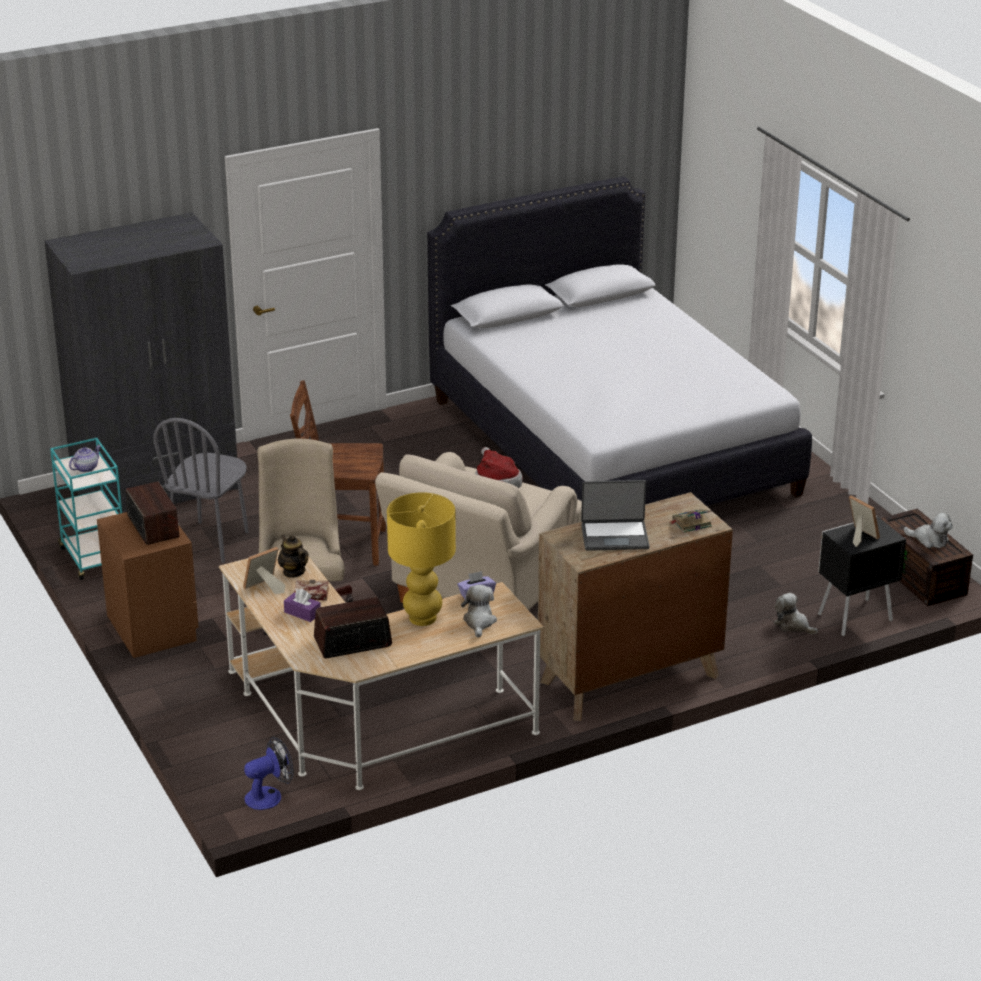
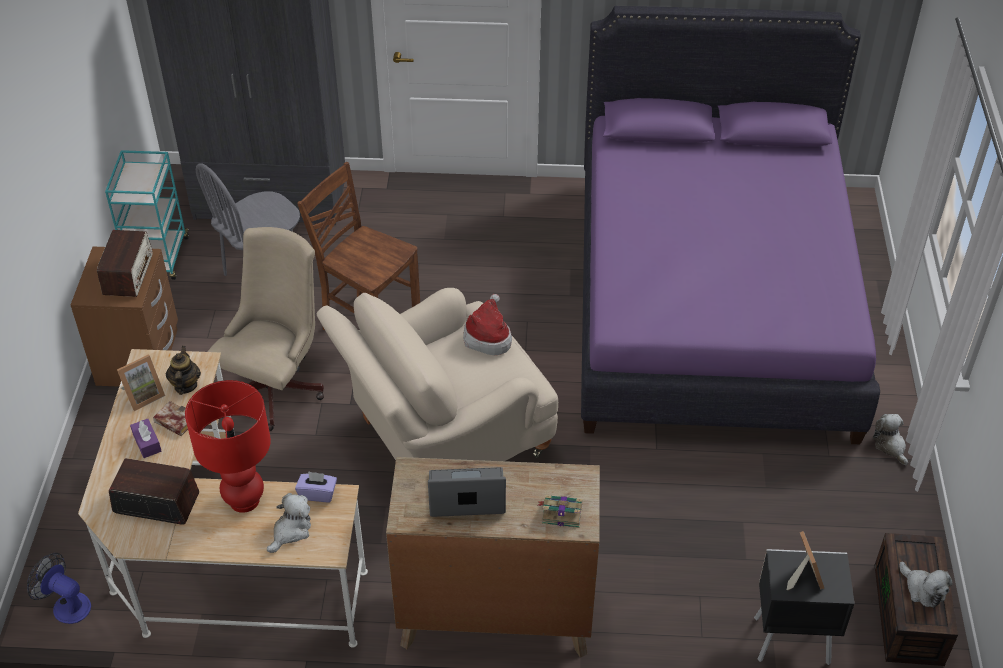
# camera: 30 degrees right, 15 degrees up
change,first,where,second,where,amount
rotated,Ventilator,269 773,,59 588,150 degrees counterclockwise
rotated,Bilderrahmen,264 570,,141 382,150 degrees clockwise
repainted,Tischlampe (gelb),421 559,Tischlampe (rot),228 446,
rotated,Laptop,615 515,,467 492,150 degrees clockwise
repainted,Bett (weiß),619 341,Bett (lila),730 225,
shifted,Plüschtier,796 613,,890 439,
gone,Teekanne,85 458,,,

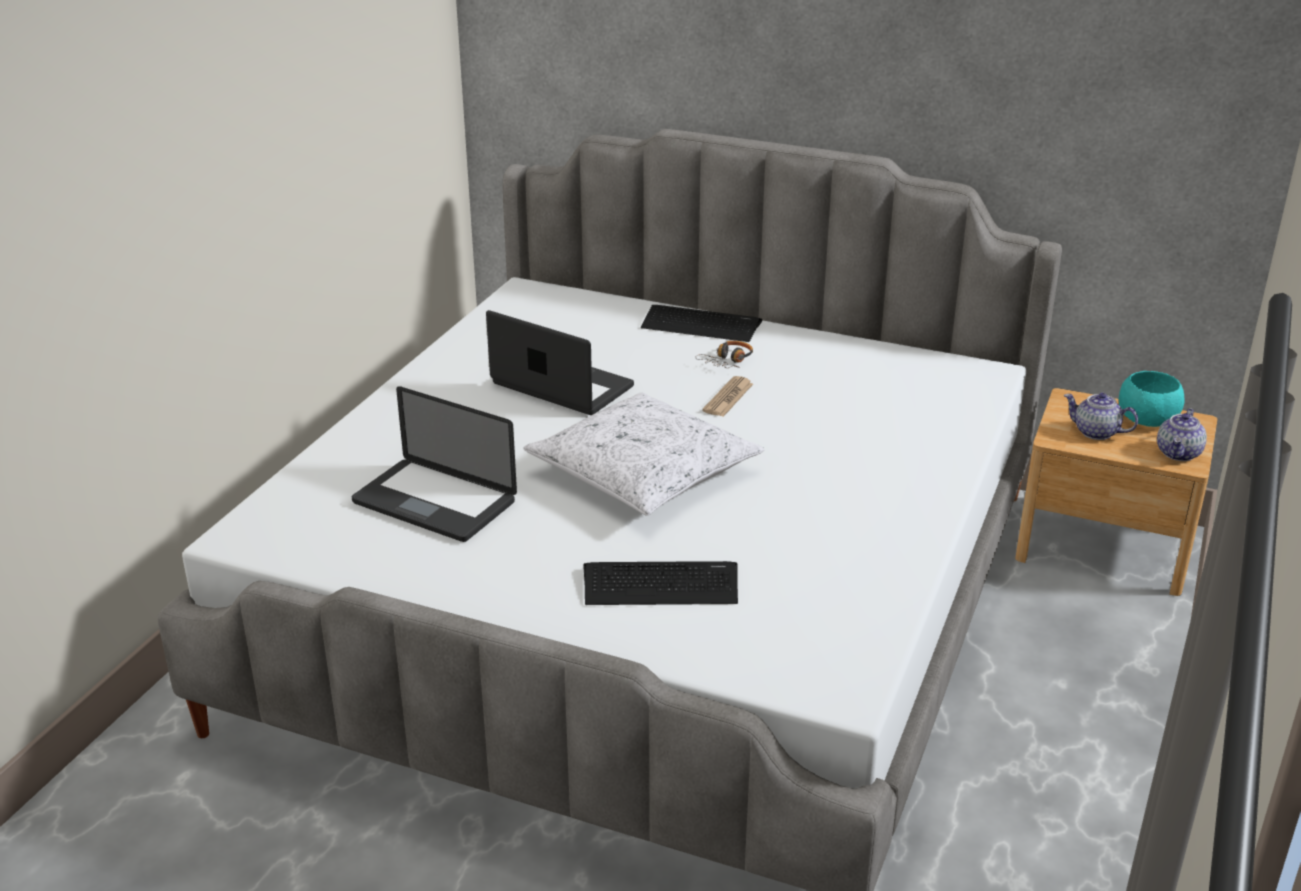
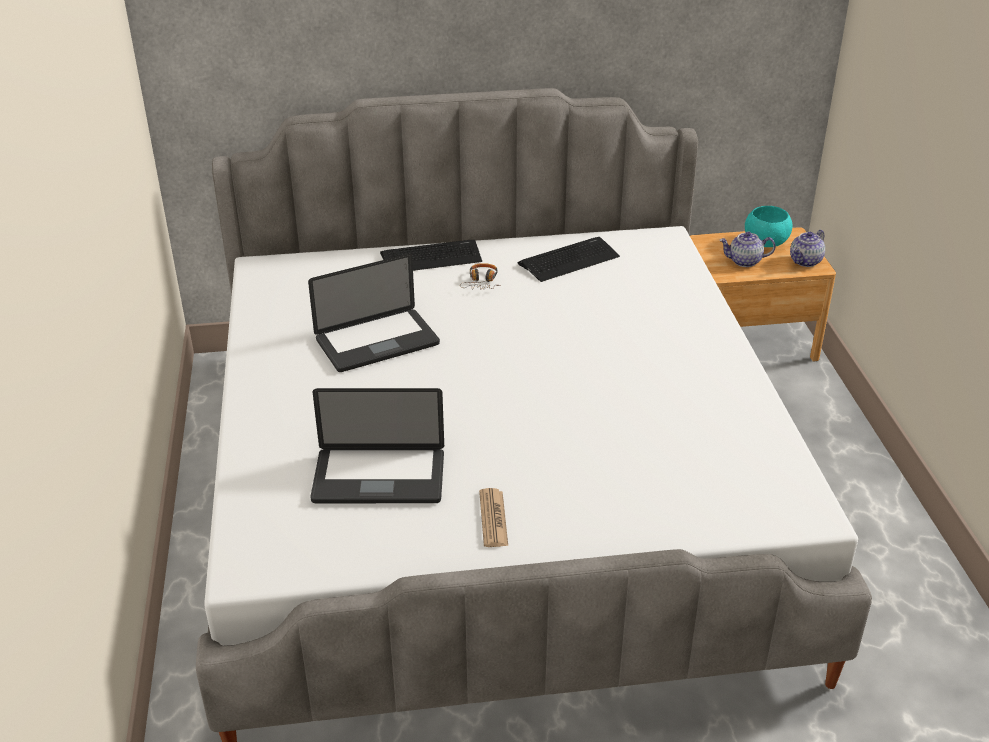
# camera: 30 degrees left, 5 degrees up
change,first,where,second,where,amount
rotated,Laptop,560 362,,374 313,150 degrees clockwise
shifted,Zeitung,727 396,,493 517,
shifted,Tastatur,660 583,,569 259,
rotated,Teekanne,1182 434,,807 248,45 degrees clockwise
gone,Kissen (weiß),644 454,,,

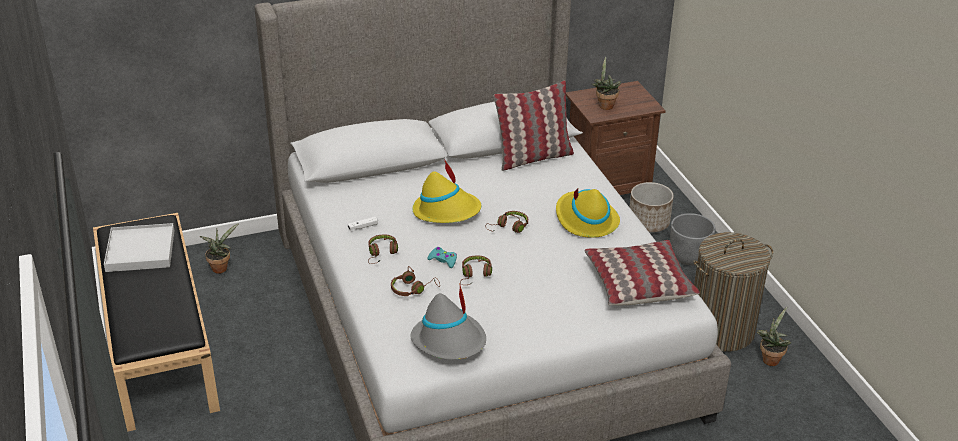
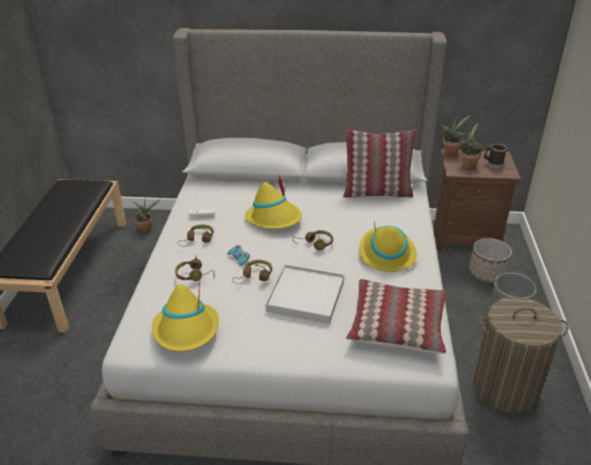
# camera: 25 degrees right, 0 degrees up
change,first,where,second,where,amount
repainted,Hut (grau),448 321,Hut (gelb),185 316,
shifted,Tablett (weiß),139 247,,304 294,
shifted,Topfpflanze,774 336,,455 135,
new,,,Henkelbecher,495 156,

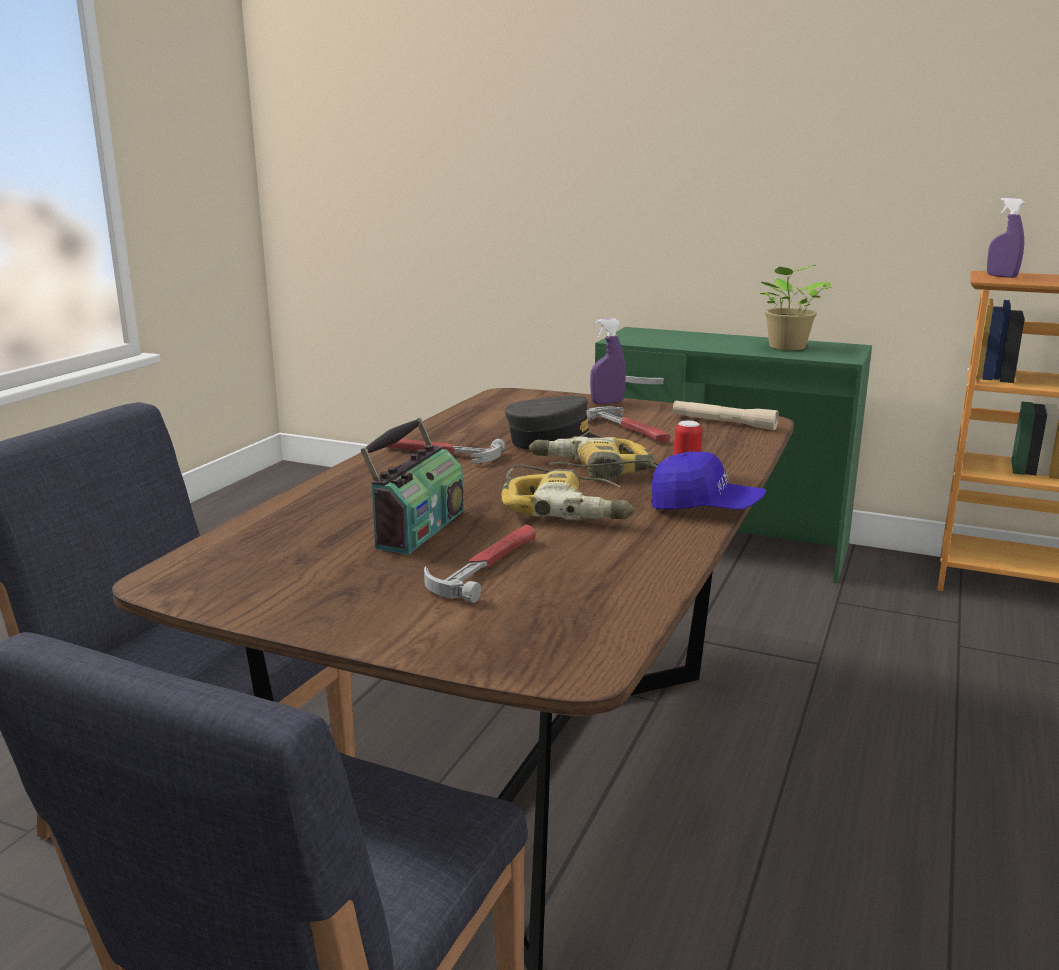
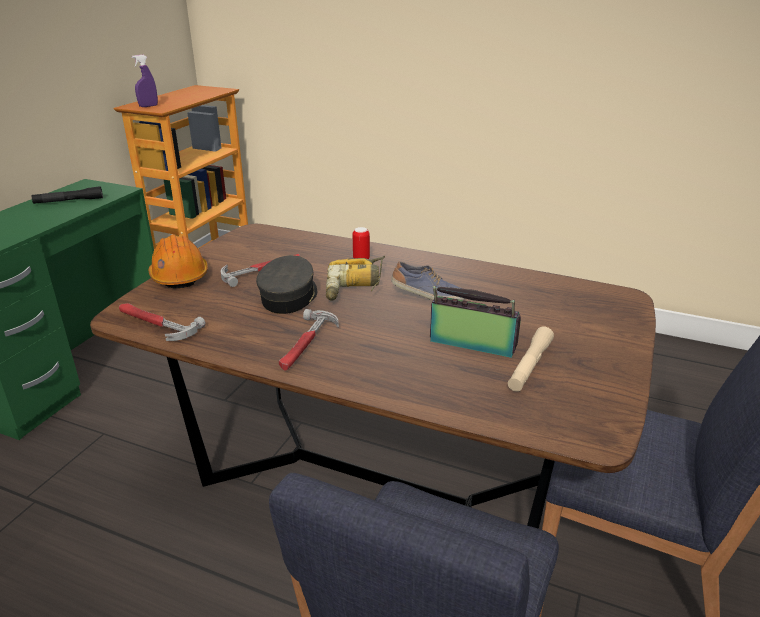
# camera: 90 degrees left, 10 degrees up
change,first,where,second,where,amount
swapped,Topfpflanze,795 308,Taschenlampe (schwarz),67 195,
shifted,Hammer,480 564,,162 322,
swapped,Sprühflasche (lila),608 361,Schutzhelm (orange),178 262,
swapped,Bohrmaschine,568 493,Schuh,428 280,
shifted,Taschenlampe (beige),726 415,,531 359,
gone,Kappe (blau),708 480,,,

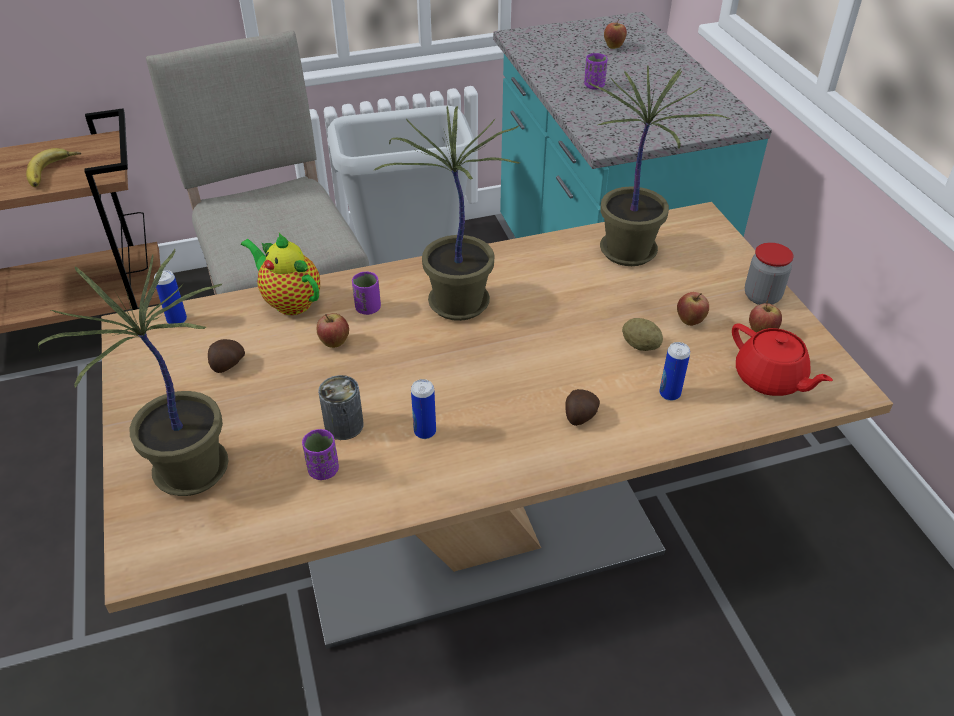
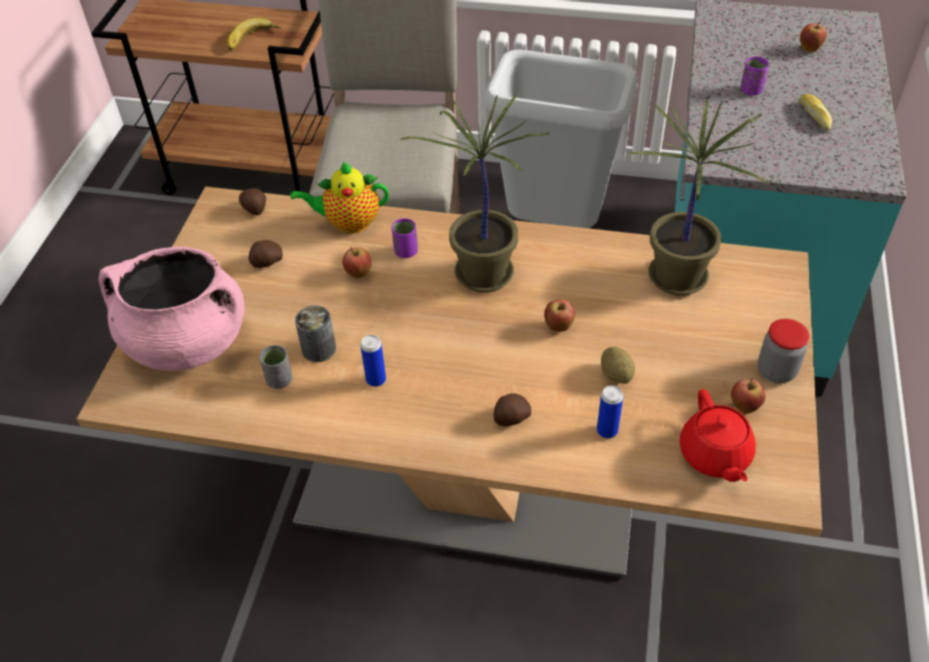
# camera: 30 degrees right, 5 degrees up
change,first,where,second,where,amount
swapped,Topfpflanze,133 372,Kochtopf (rosa),171 308,
swapped,Dose,170 297,Kartoffel,252 201,
repainted,Tasse (lila),320 454,Tasse (grau),276 367,
rotated,Teekanne,280 274,,339 197,75 degrees counterclockwise
shifted,Apfel,693 309,,559 316,
new,,,Brot,815 112,

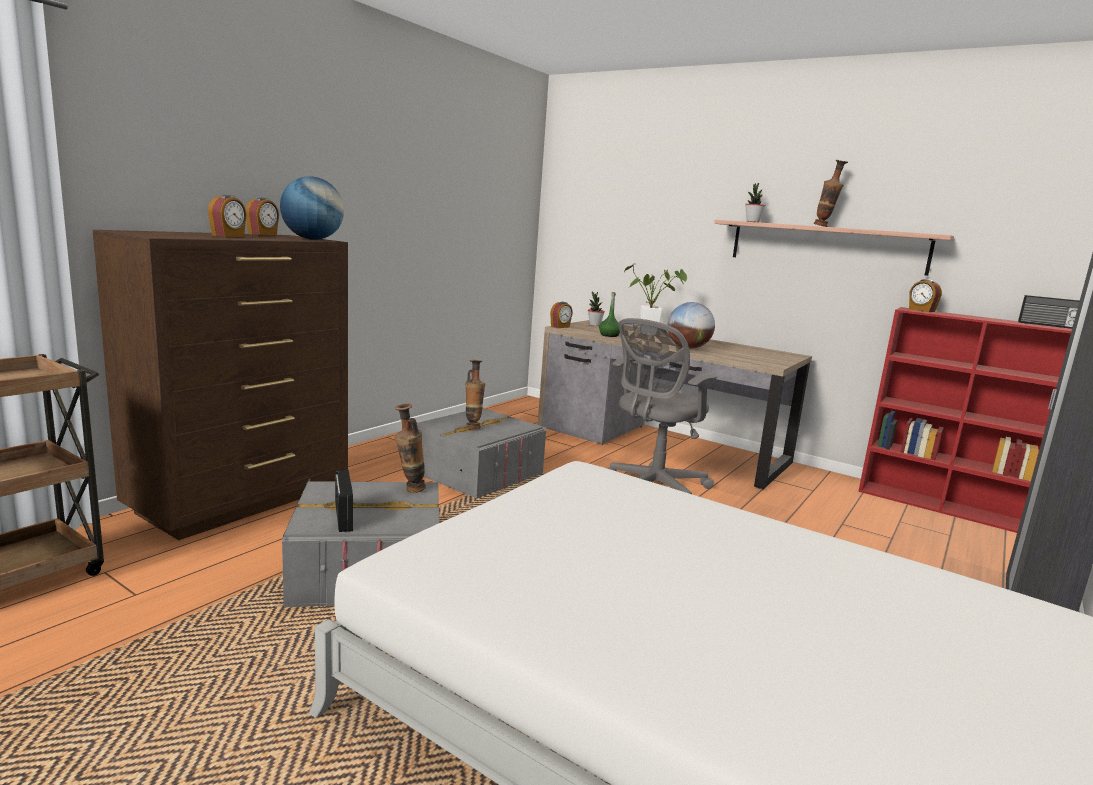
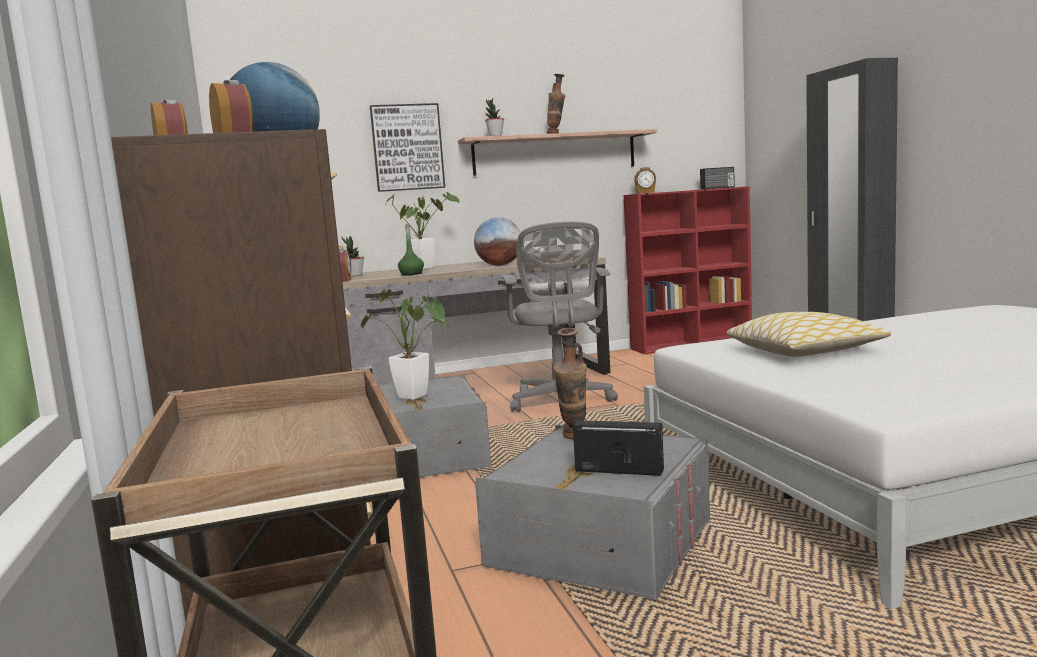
# camera: 50 degrees left, 5 degrees down
change,first,where,second,where,amount
swapped,Vase,475 394,Topfpflanze,405 344,
new,,,Bild,407 147,
new,,,Kissen,809 334,

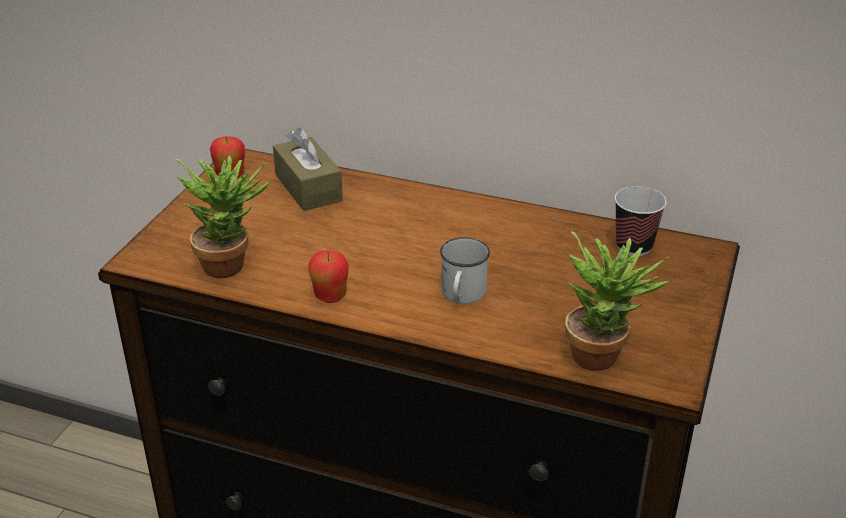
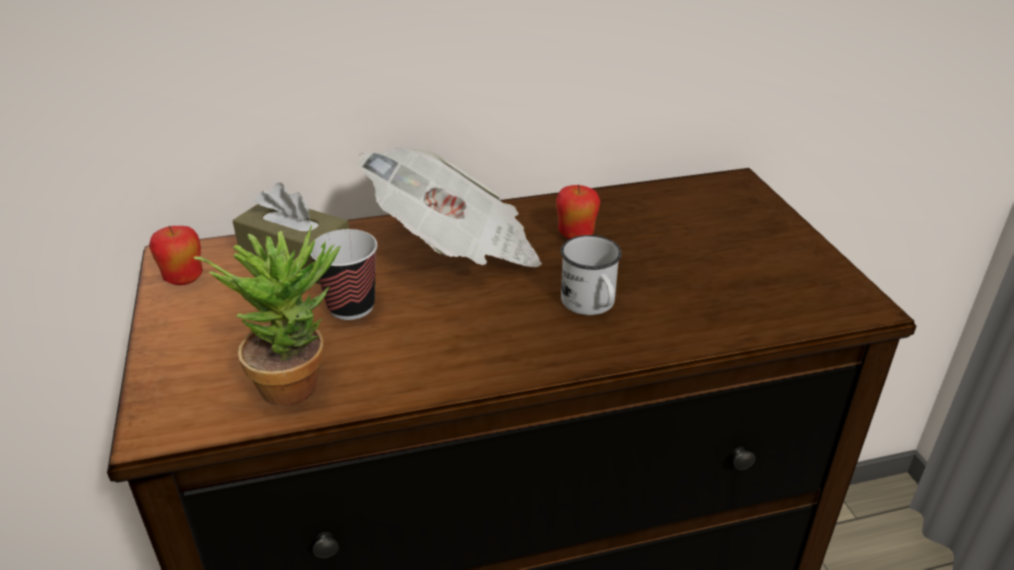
# camera: 35 degrees left, 0 degrees up
change,first,where,second,where,amount
shifted,Tasse,641 221,,343 274,
new,,,Zeitung,450 207,
shifted,Apfel,328 276,,578 211,
gone,Topfpflanze,617 301,,,

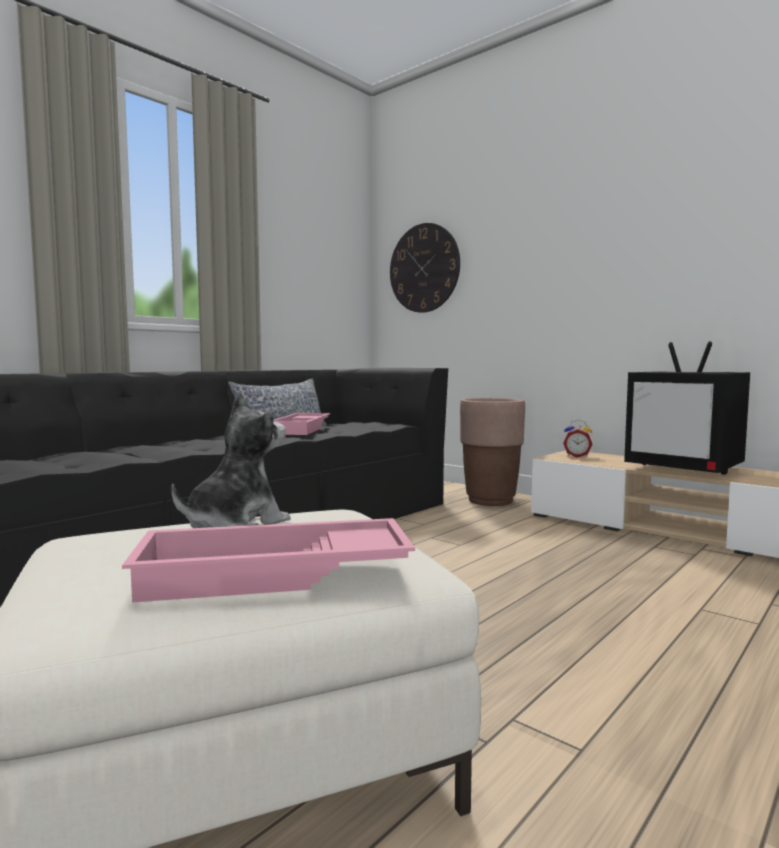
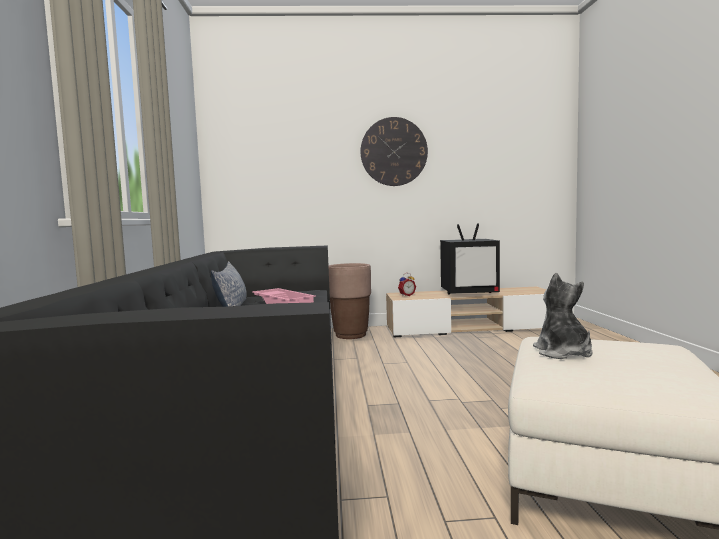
# camera: 45 degrees left, 0 degrees up
change,first,where,second,where,amount
shifted,Wanduhr,425 268,,394 151,
gone,Tablett (rosa),268 560,,,

